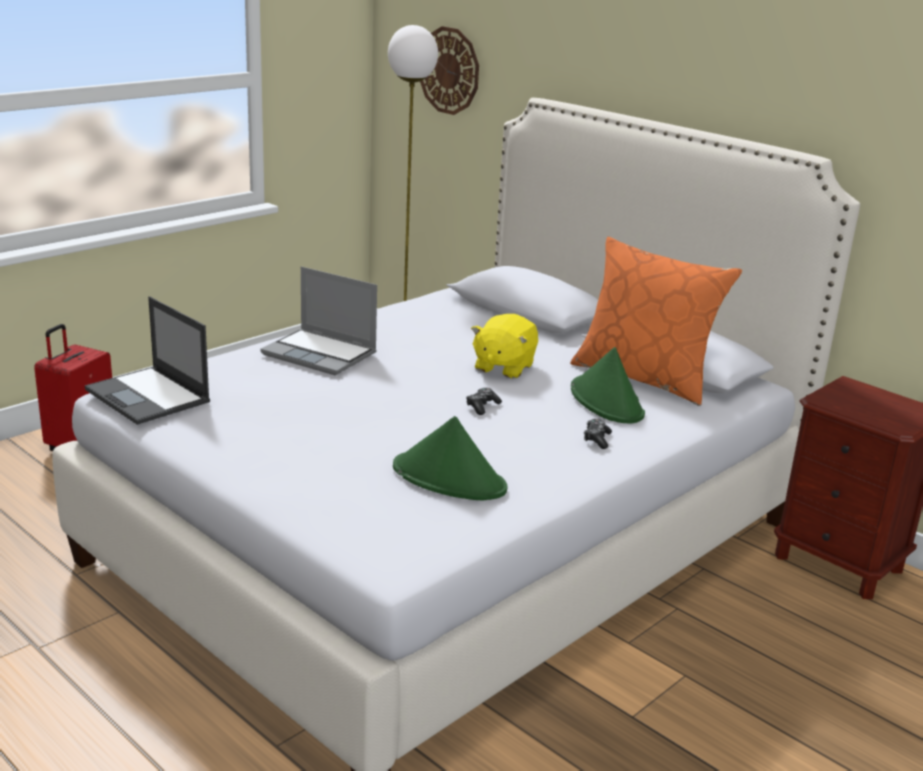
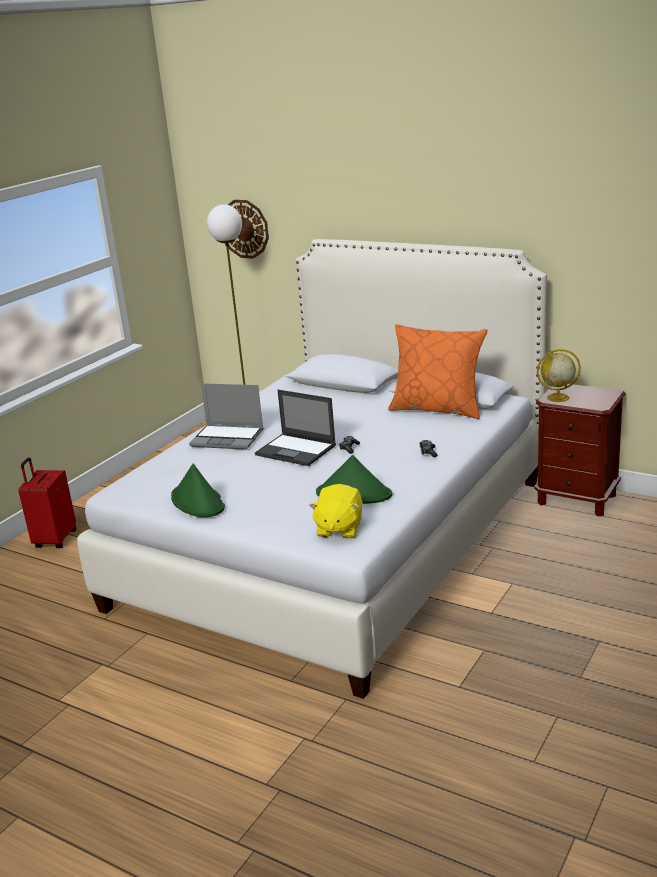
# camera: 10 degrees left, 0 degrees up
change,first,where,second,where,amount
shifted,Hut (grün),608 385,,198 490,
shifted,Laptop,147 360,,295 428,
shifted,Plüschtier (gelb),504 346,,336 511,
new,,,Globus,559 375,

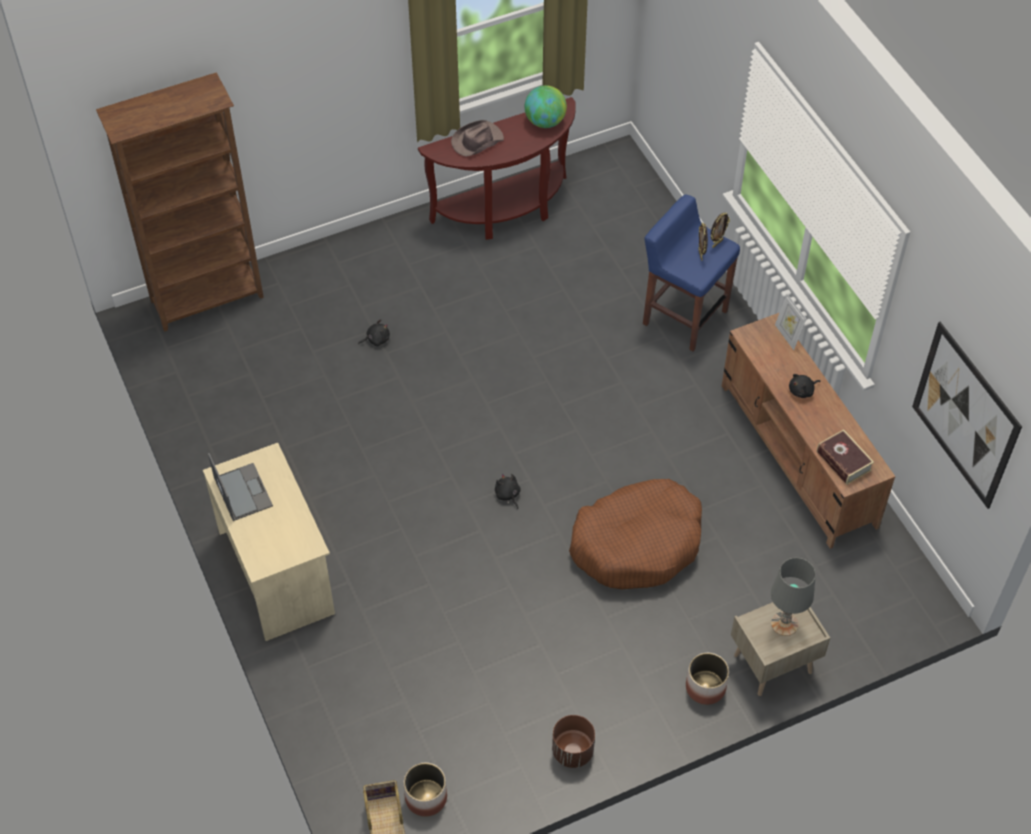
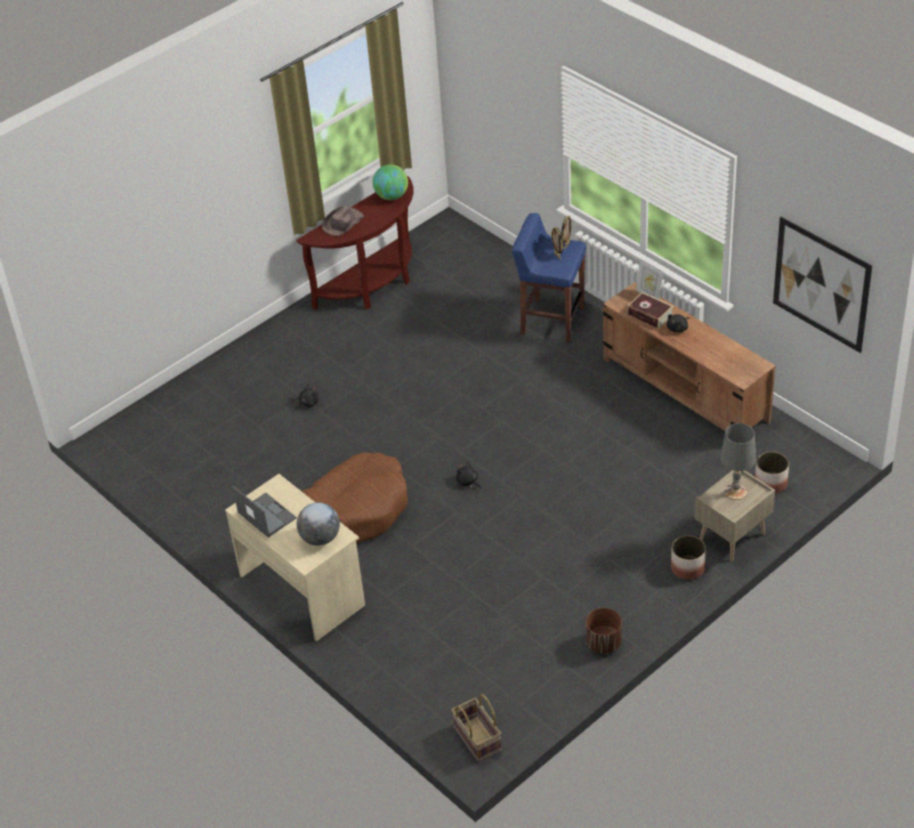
# camera: 15 degrees left, 10 degrees down
change,first,where,second,where,amount
new,,,Globus,318 524,
shifted,Hundebett (braun),635 534,,355 498,
shifted,Buch,845 457,,650 310,
shifted,Pflanzkübel,425 790,,772 473,
gone,Bücherregal (braun),180 202,,,

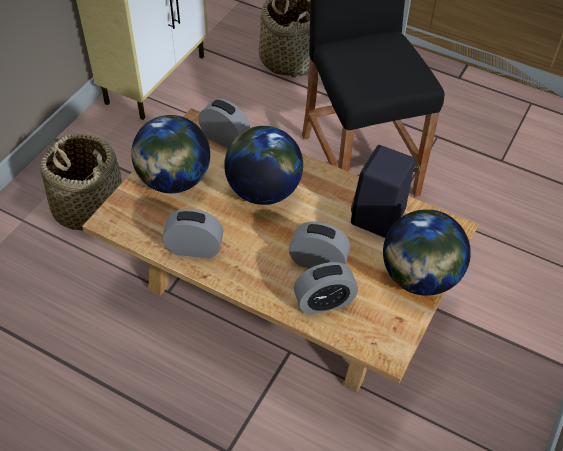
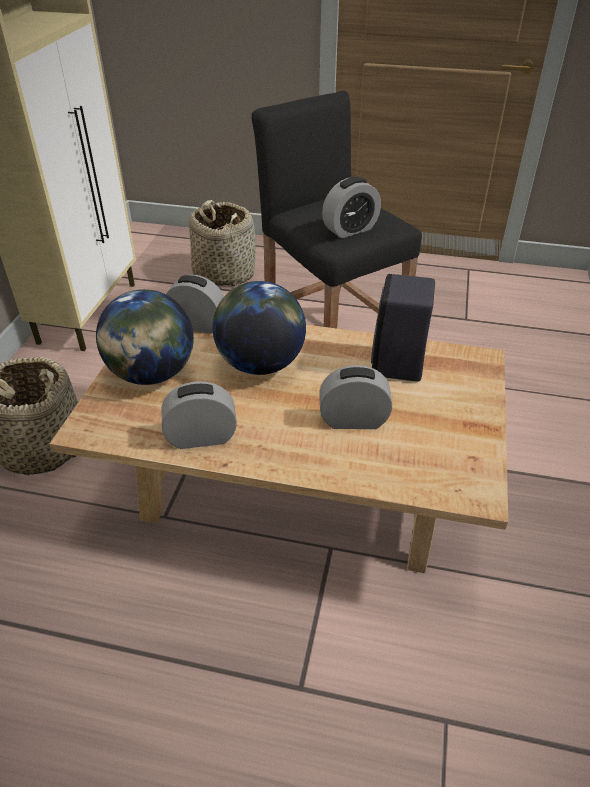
# camera: 15 degrees left, 10 degrees down
change,first,where,second,where,amount
shifted,Wecker,326 288,,351 207,
gone,Globus,427 252,,,

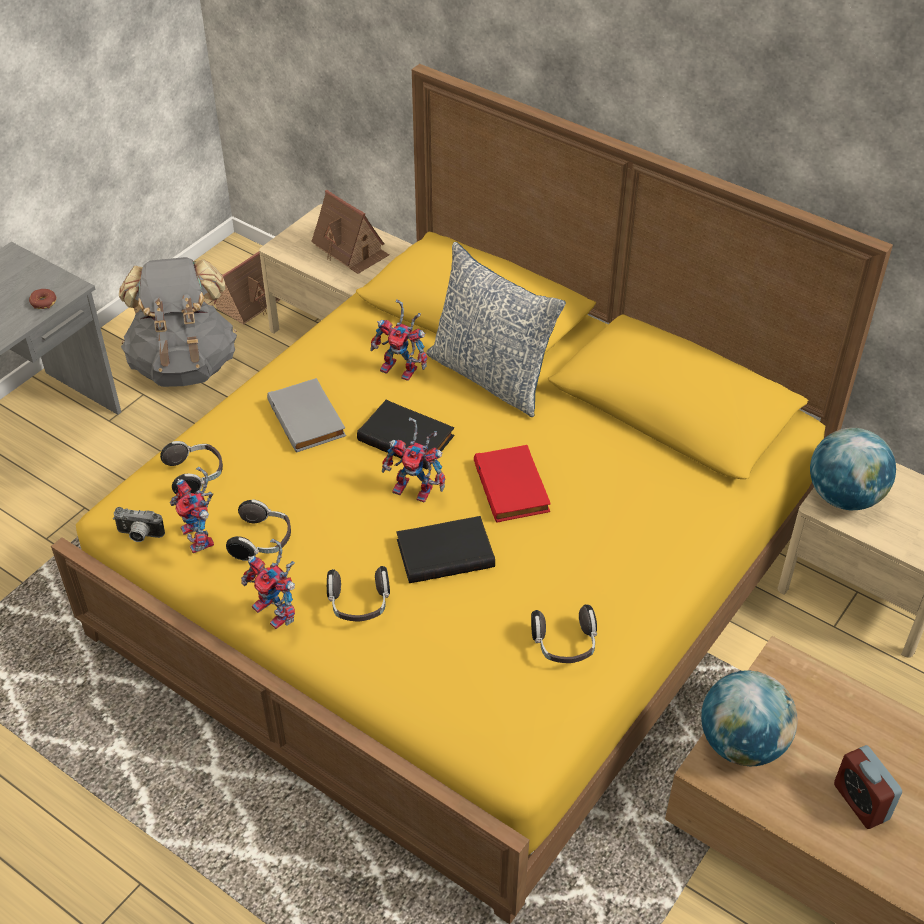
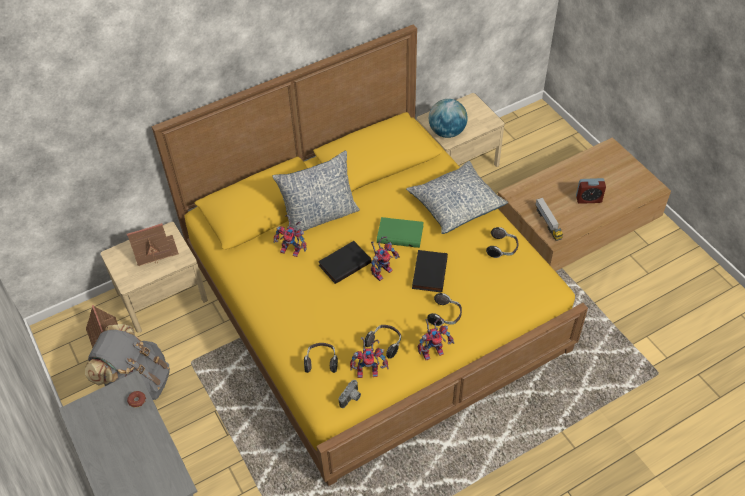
# camera: 65 degrees left, 5 degrees up
change,first,where,second,where,amount
rotated,Spielzeugroboter,398 340,,290 236,60 degrees clockwise
repainted,Buch (rot),512 484,Buch (grün),400 232,
new,,,Kissen,457 197,
swapped,Globus,749 718,Spielzeuglaster,549 219,
gone,Buch (grau),306 415,,,

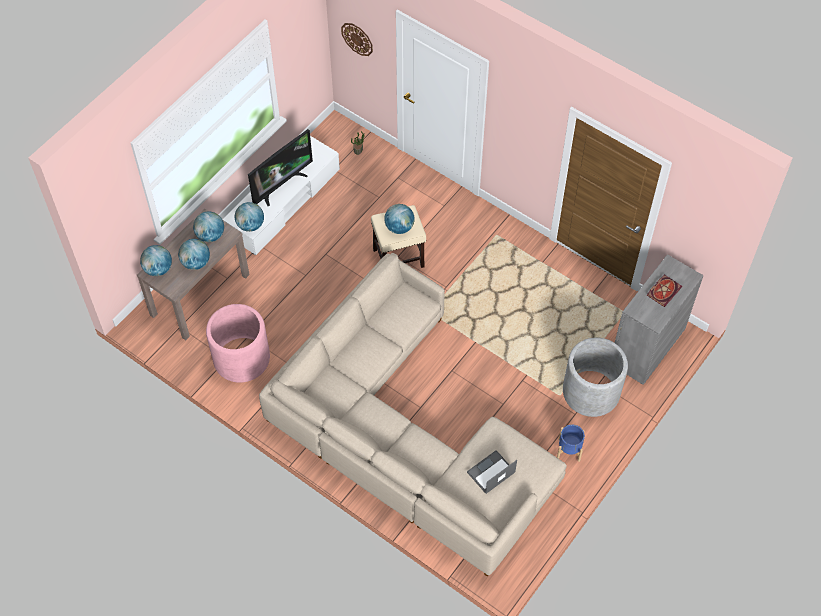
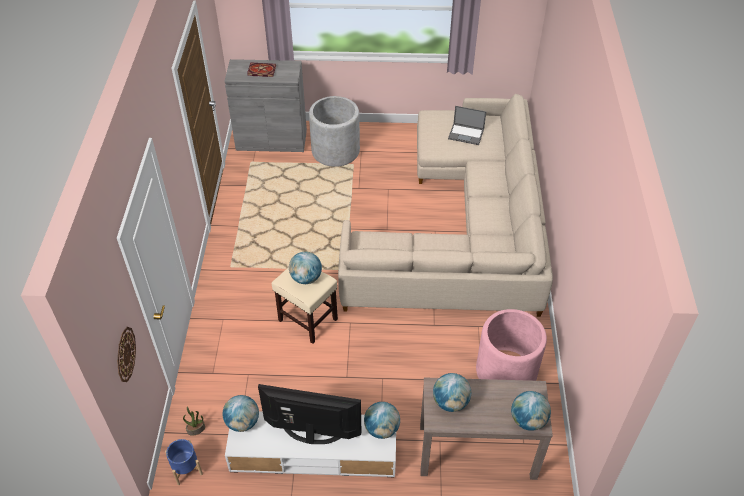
# camera: 125 degrees left, 10 degrees down
change,first,where,second,where,amount
shifted,Pflanzkübel (blau),571 443,,184 462,
shifted,Globus,194 254,,240 413,

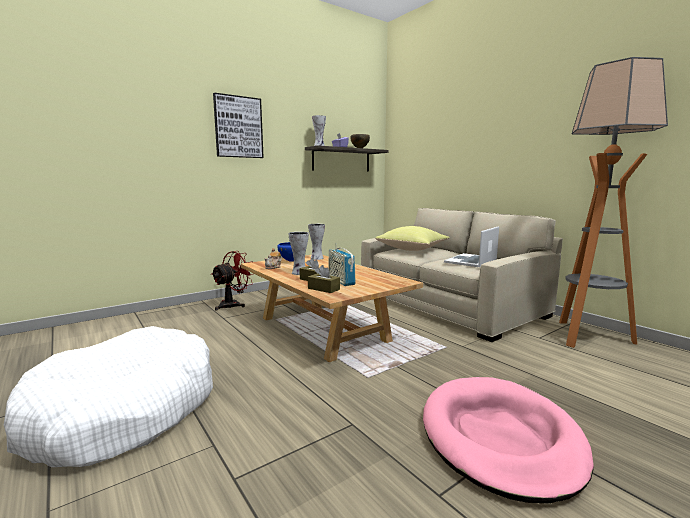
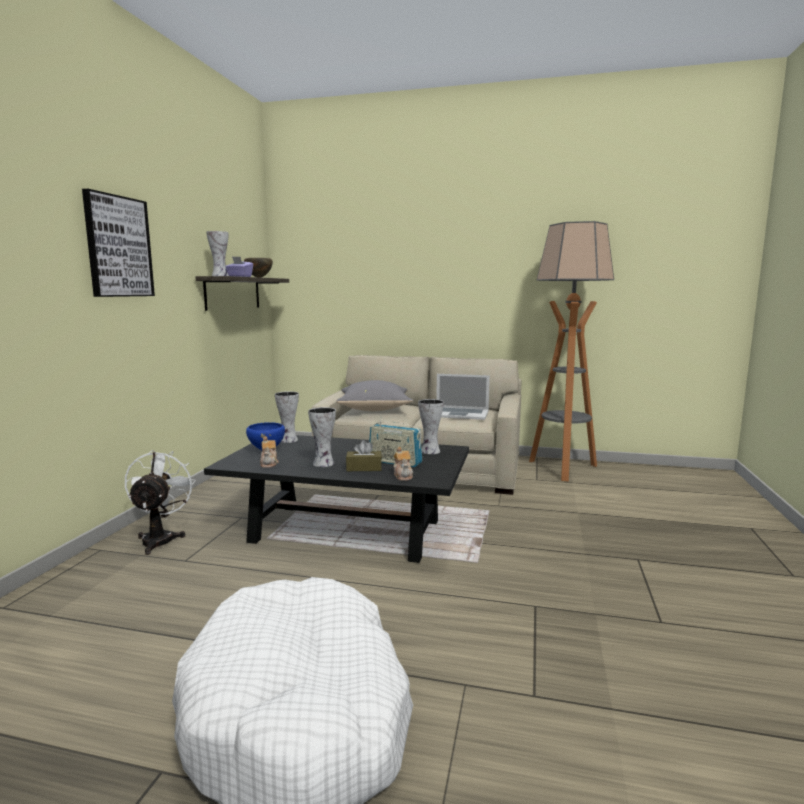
# camera: 40 degrees left, 0 degrees up
change,first,where,second,where,amount
repainted,Ventilator (rot),232 281,Ventilator (weiß),160 502,
repainted,Couchtisch (beige),332 308,Couchtisch (schwarz),336 499,
repainted,Kissen (gelb),412 238,Kissen (grau),374 395,
swapped,Taschentuchbox (braun),324 279,Teekanne,403 464,
new,,,Vase,431 426,
rotated,Laptop,471 246,,463 397,75 degrees counterclockwise
gone,Hundebett (rosa),508 440,,,

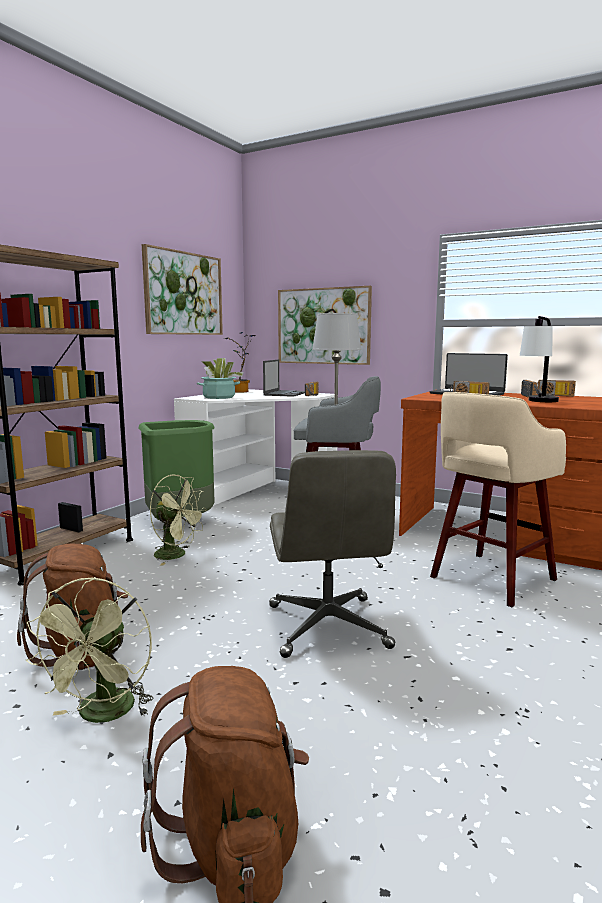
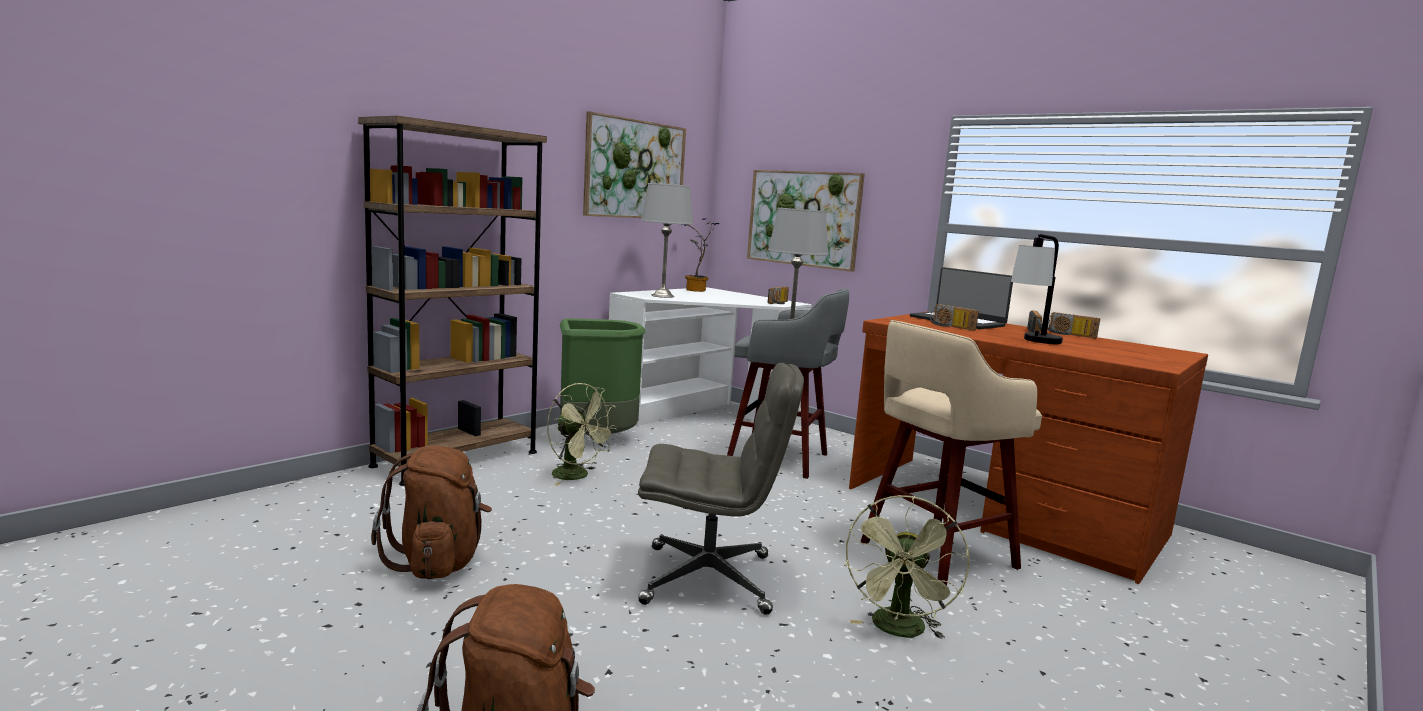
# camera: 10 degrees right, 0 degrees up
change,first,where,second,where,amount
rotated,Bürostuhl (grau),332 554,,721 489,90 degrees counterclockwise
swapped,Topfpflanze,220 378,Tischlampe (grau),667 240,
shifted,Ventilator (grün),90 650,,907 567,
gone,Laptop,284 378,,,

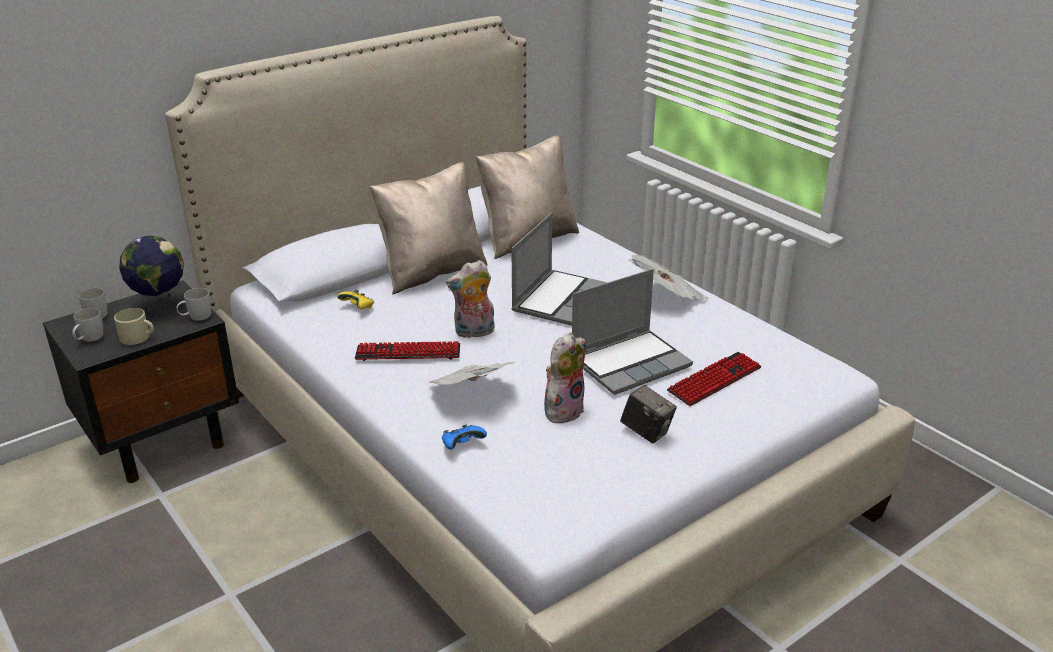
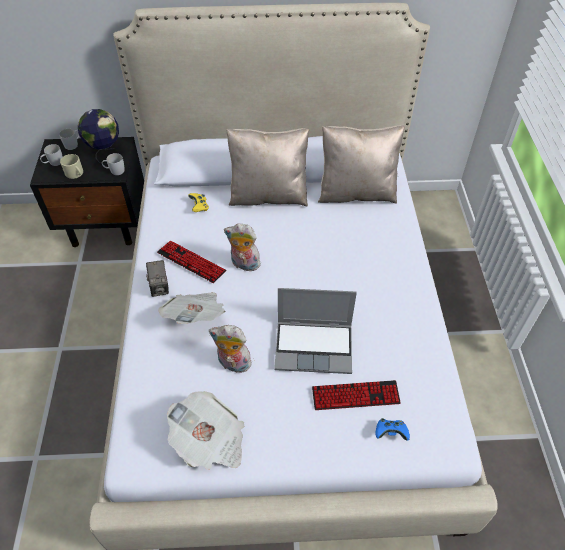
# camera: 35 degrees right, 20 degrees up
change,first,where,second,where,amount
shifted,Kamera,648 414,,157 278,
shifted,Zeitung,669 277,,205 430,
rotated,Plüschtier,565 377,,231 349,150 degrees counterclockwise
shifted,Gamepad (blau),464 437,,393 429,
gone,Laptop,559 269,,,

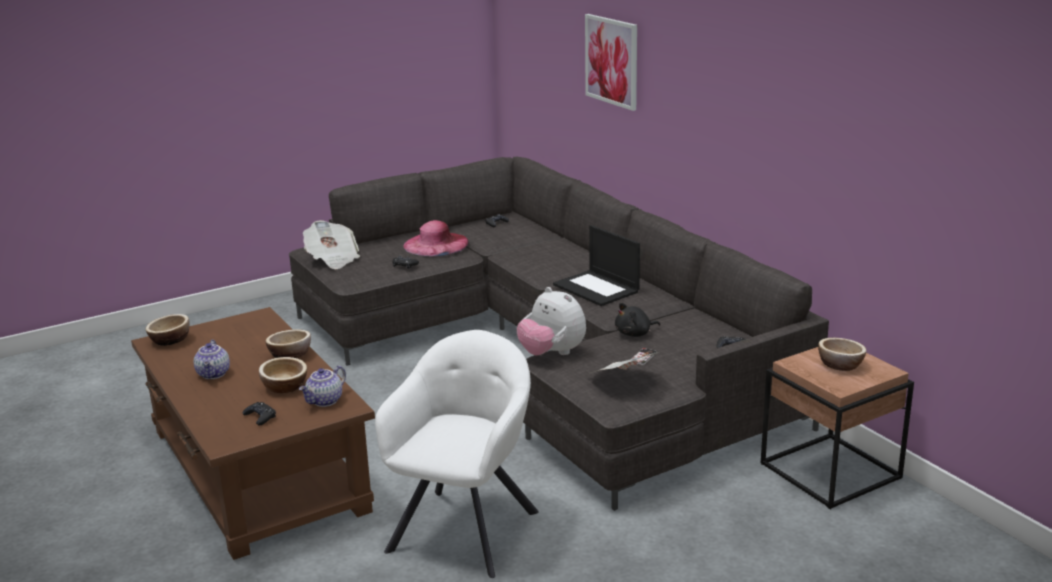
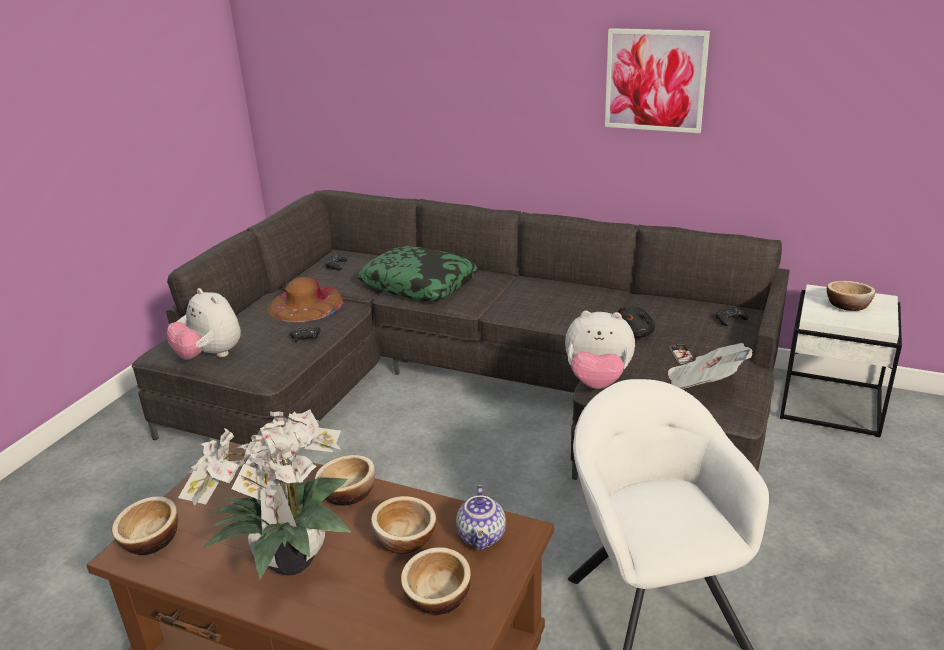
# camera: 35 degrees left, 5 degrees up
change,first,where,second,where,amount
swapped,Zeitung,331 244,Plüschtier,204 324,
swapped,Teekanne,212 359,Topfpflanze,265 494,
repainted,Hut (rosa),436 238,Hut (braun),306 299,
new,,,Kissen,417 273,
swapped,Gamepad (schwarz),259 413,Schüssel,436 581,
shifted,Bild,611 62,,657 80,
repainted,Beistelltisch (braun),837 428,Beistelltisch (weiß),841 360,
gone,Laptop,596 265,,,

